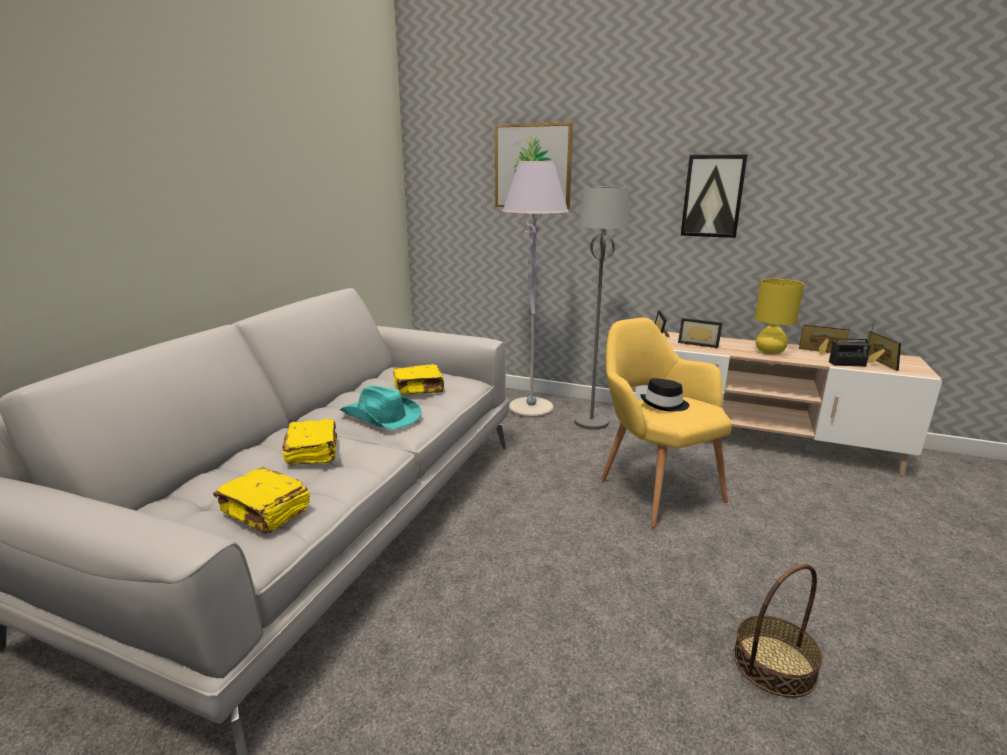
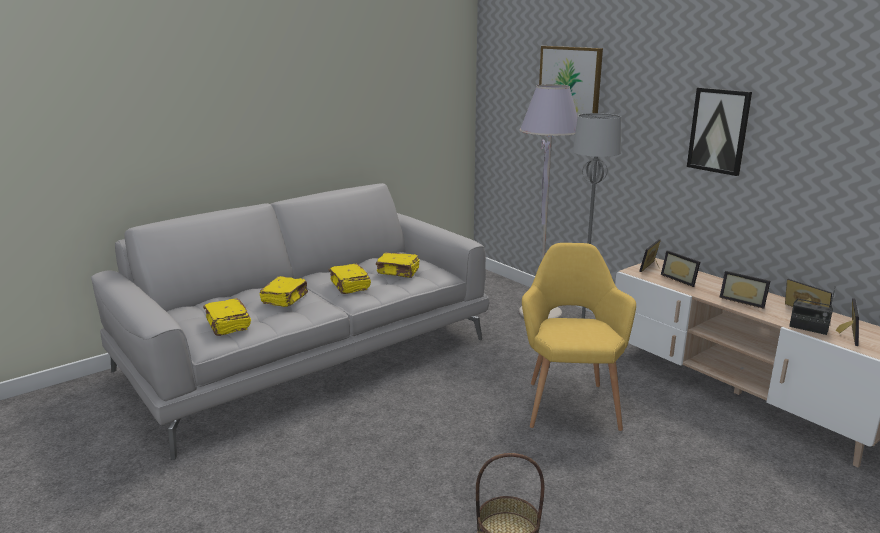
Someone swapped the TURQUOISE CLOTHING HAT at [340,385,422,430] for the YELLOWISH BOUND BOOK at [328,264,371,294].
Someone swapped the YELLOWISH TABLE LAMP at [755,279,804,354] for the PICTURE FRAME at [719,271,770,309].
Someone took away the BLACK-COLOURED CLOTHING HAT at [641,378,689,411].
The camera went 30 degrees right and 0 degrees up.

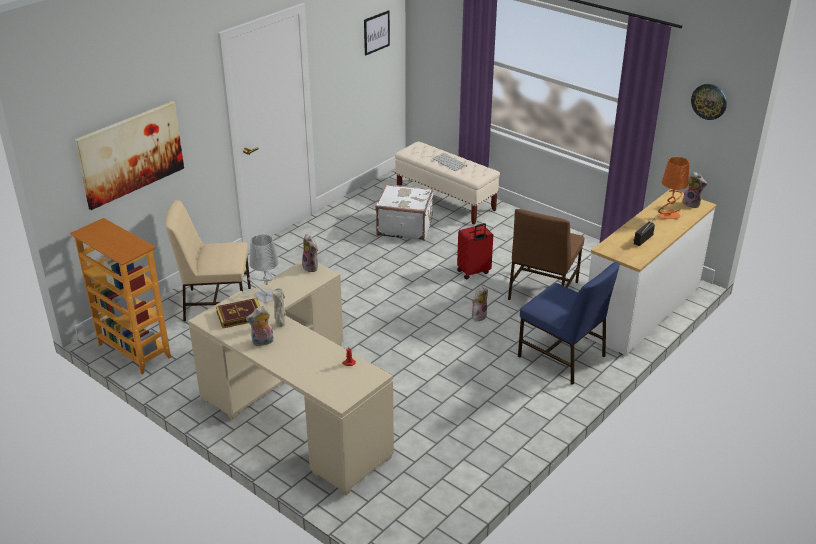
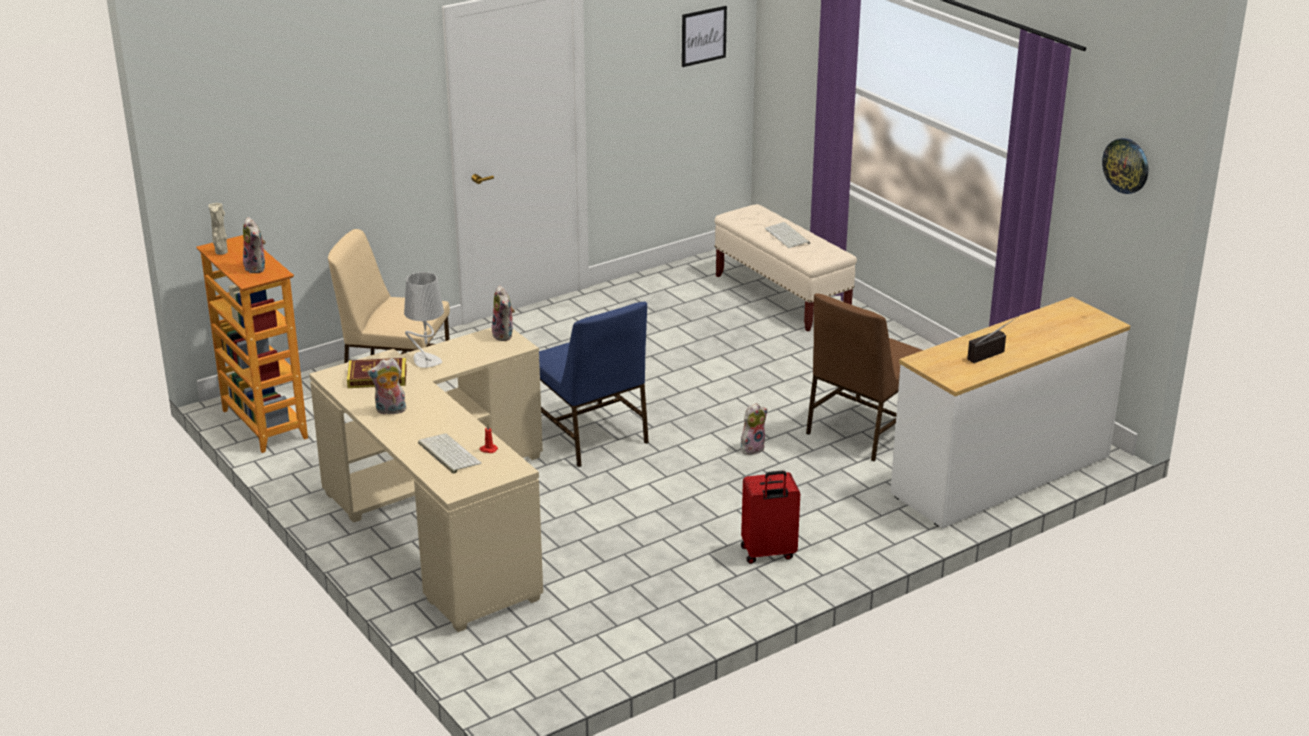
Someone carried the BEIGE FLOWER VASE from [272,288,286,327] to [208,203,228,255].
Someone carried the SOFT TOY from [682,172,707,208] to [243,217,266,273].
Someone put down the PC KEYBOARD at [418,434,482,474].
Someone carried the BLUISH PLAIN CHAIR from [518,262,620,385] to [539,302,649,467].
Someone carried the RED SUITCASE from [457,223,493,279] to [741,470,800,564].
Someone took away the WALL ART at [74,101,184,210].
Someone took away the WHITISH SUITCASE at [375,184,434,241].
Someone took away the ORANGEY TABLE LAMP at [658,157,689,219].
The camera went 15 degrees right and 5 degrees down.

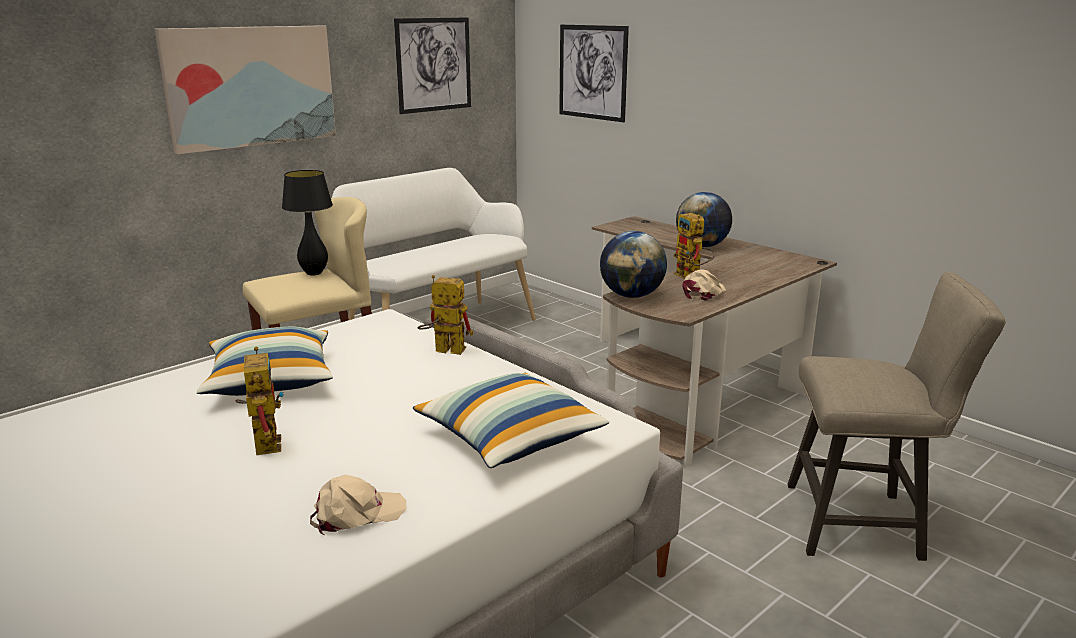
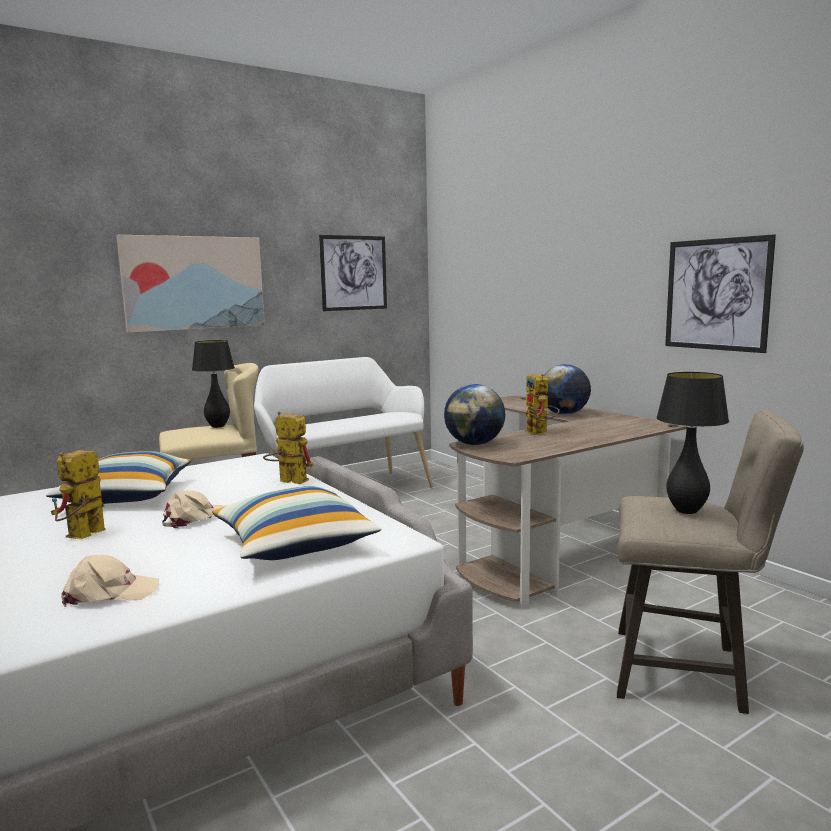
Someone rotated the MODEL ROBOT at [236,347,284,455] by 150 degrees counterclockwise.
Someone carried the BEIGE BASEBALL CAP from [682,270,726,301] to [162,490,226,528].
Someone put down the BLACK-COLOURED TABLE LAMP at [656,372,729,514].
Someone carried the WALL ART from [559,25,629,122] to [665,234,776,353].
The camera went 10 degrees right and 10 degrees down.

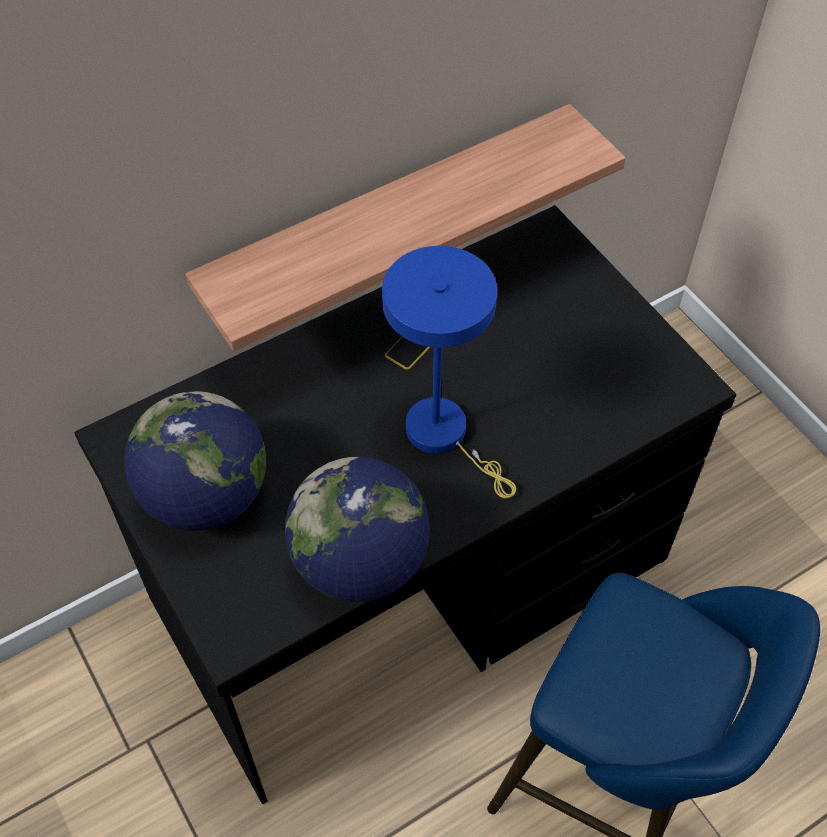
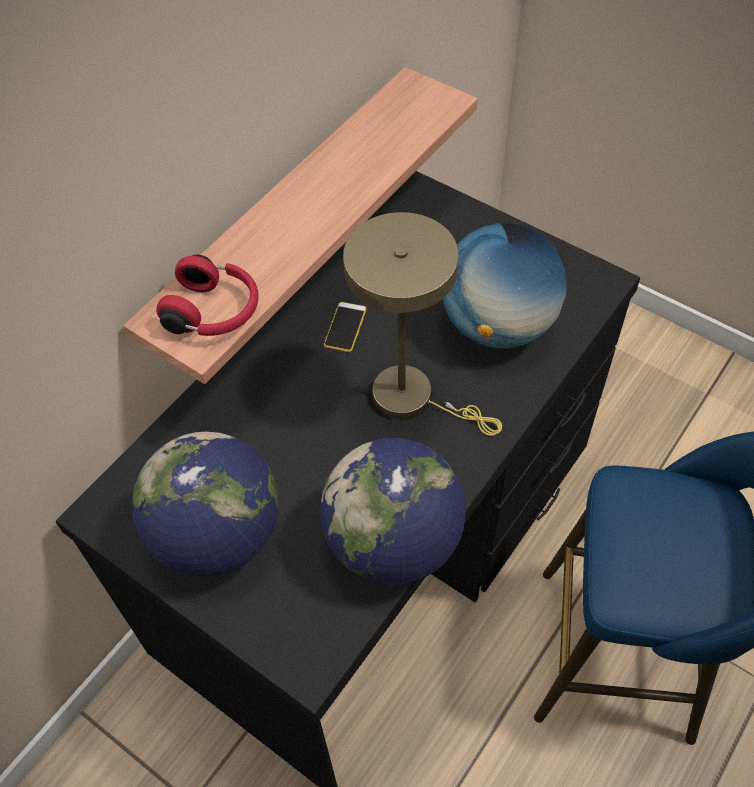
Someone put down the RED HEADPHONES at [156,254,259,336].
Someone repainted the BLUISH TABLE LAMP at [382,246,516,498], which became the BEIGE TABLE LAMP at [343,212,502,436].
Someone put down the GLOBE at [442,223,567,349].
The camera went 20 degrees left and 0 degrees up.

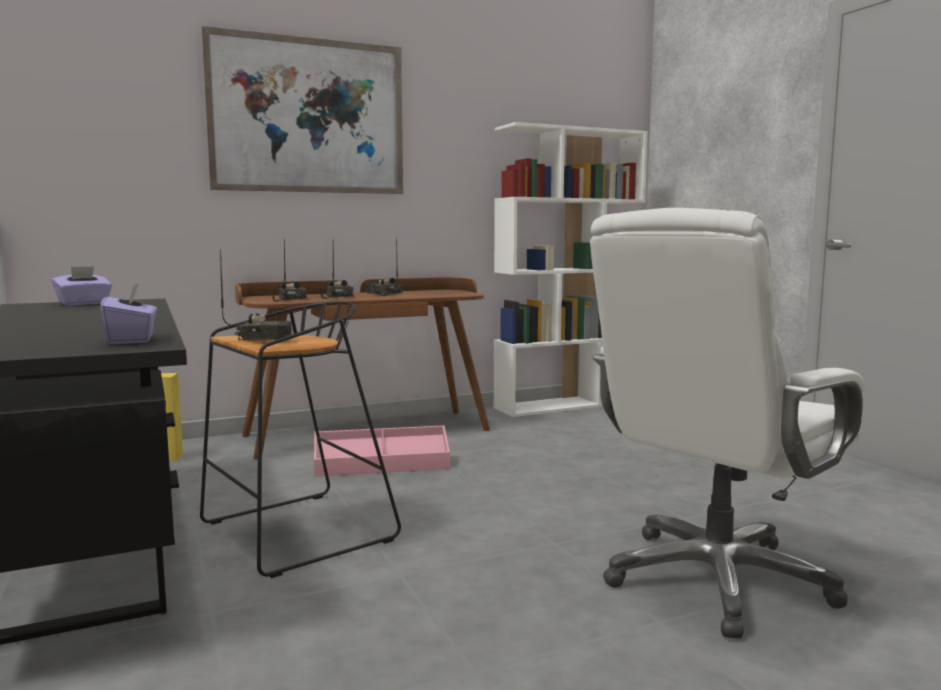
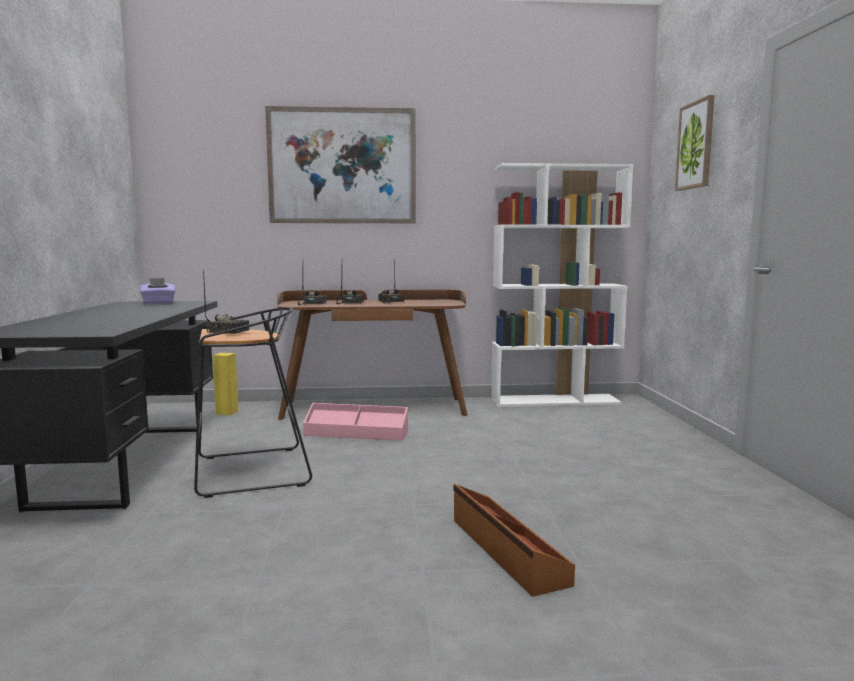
Someone swapped the WHITISH COMPUTER CHAIR at [590,208,865,639] for the BROWNISH STORAGE BIN at [454,484,575,597].
Someone put up the WALL ART at [675,95,714,191].
Someone took away the PURPLE-COLOURED BOX OF TISSUES at [101,283,157,344].
The camera went 20 degrees right and 0 degrees up.

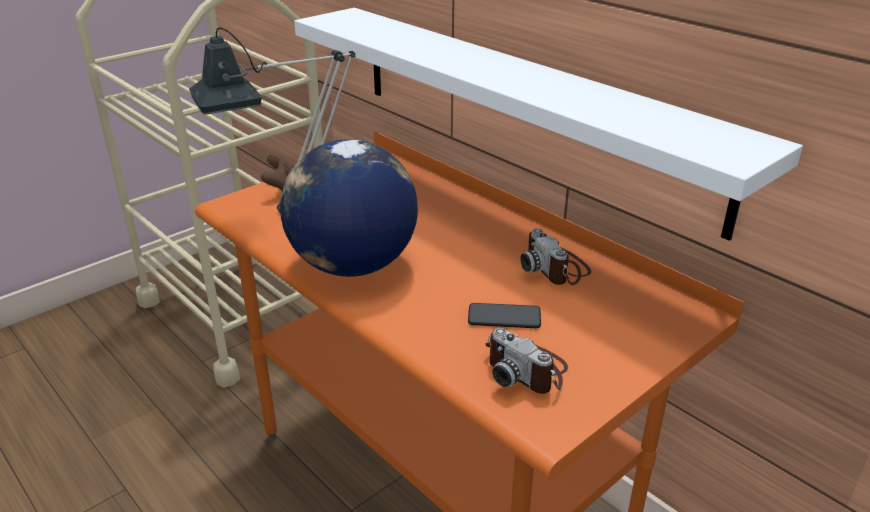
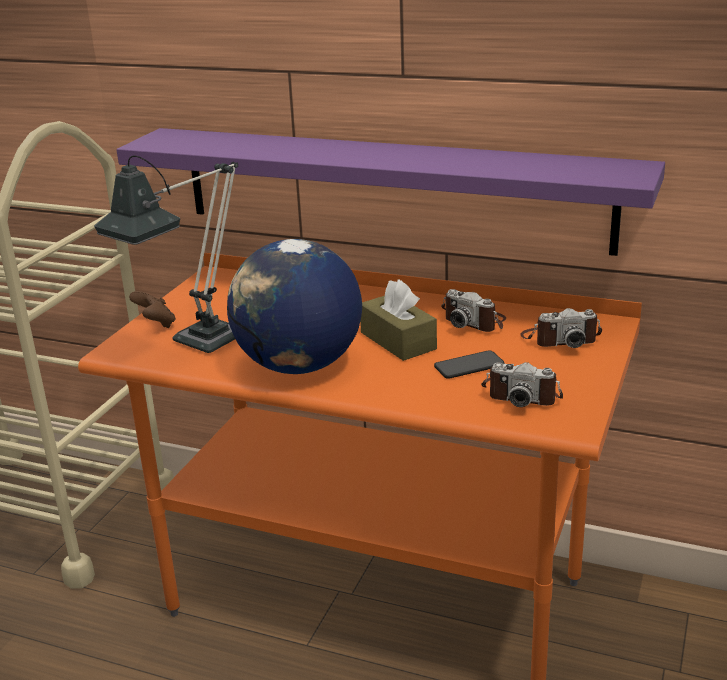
Someone repainted the WHITISH BRACKET SHELF at [294,8,803,241], which became the PURPLE-COLOURED BRACKET SHELF at [116,128,665,256].
Someone put down the BROWNISH BOX OF TISSUES at [360,279,437,361].
Someone put down the STILL CAMERA at [520,308,602,348].
The camera went 25 degrees left and 5 degrees down.

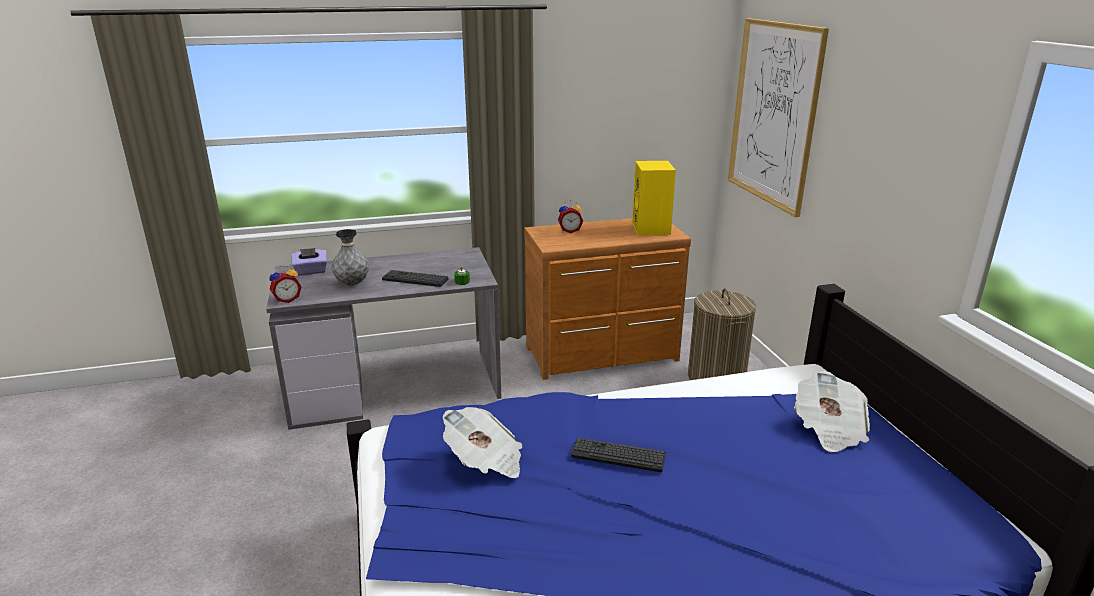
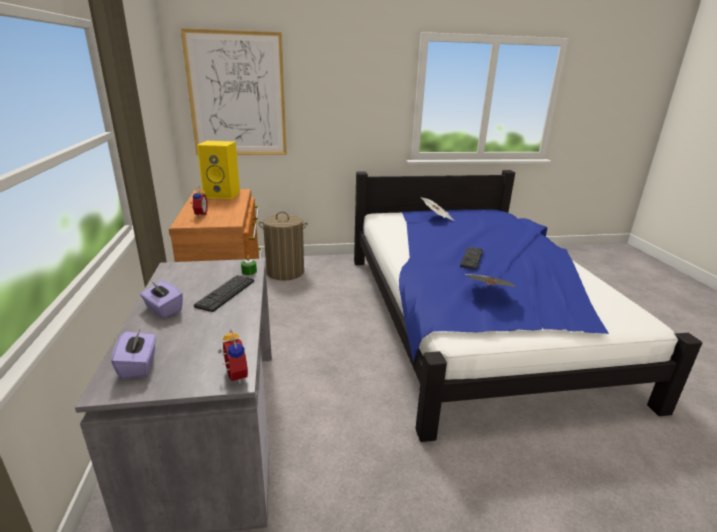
Someone put down the PURPLE-COLOURED BOX OF TISSUES at [140,281,183,318].
Someone took away the GREY FLOWER VASE at [331,229,369,285].
The camera went 85 degrees left and 0 degrees up.

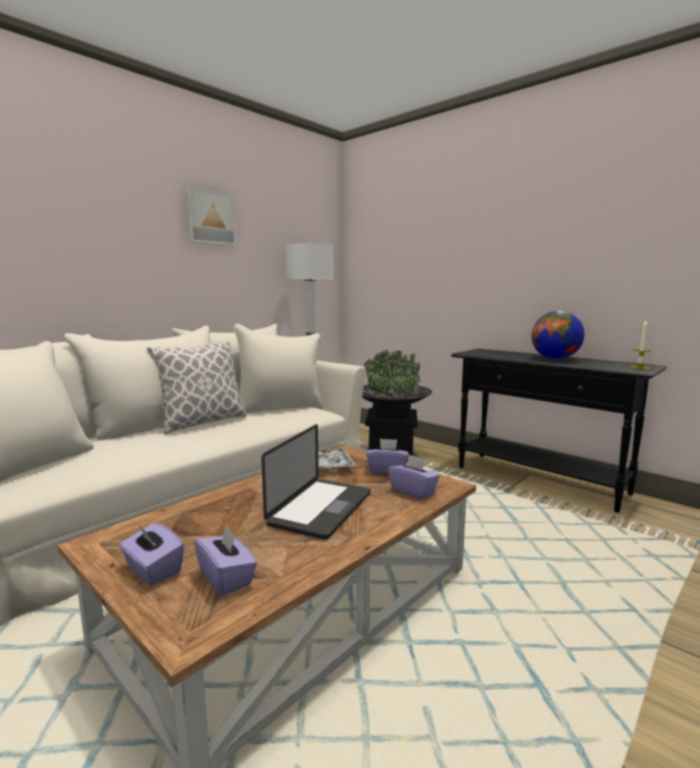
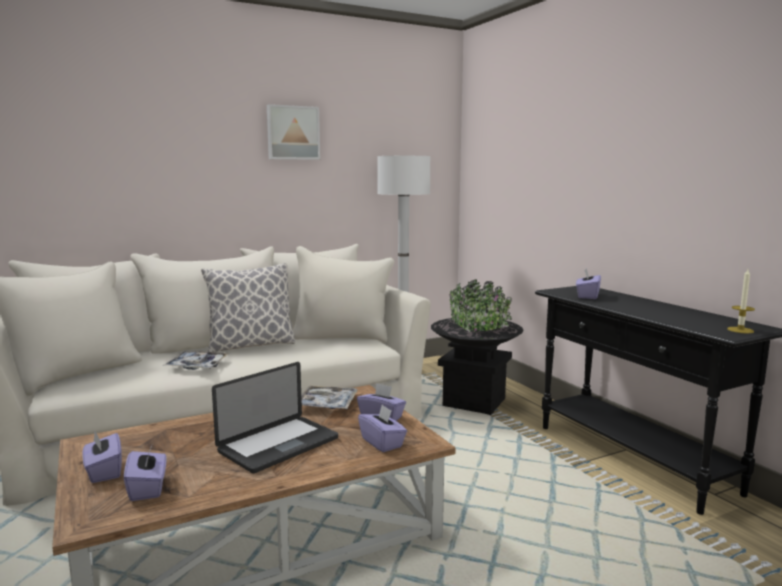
Someone put down the SERVING TRAY at [163,351,229,370].
Someone put down the PURPLE-COLOURED BOX OF TISSUES at [576,268,601,299].
Someone took away the GLOBE at [532,311,584,359].
The camera went 20 degrees right and 0 degrees up.

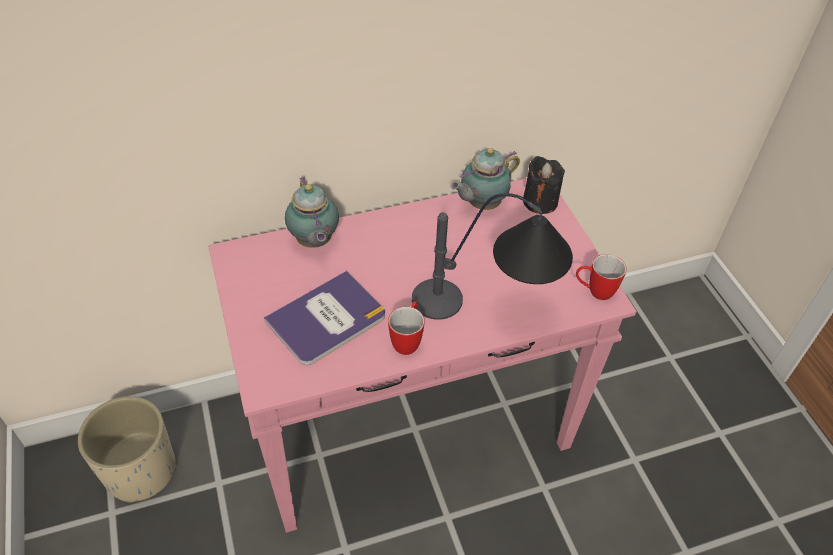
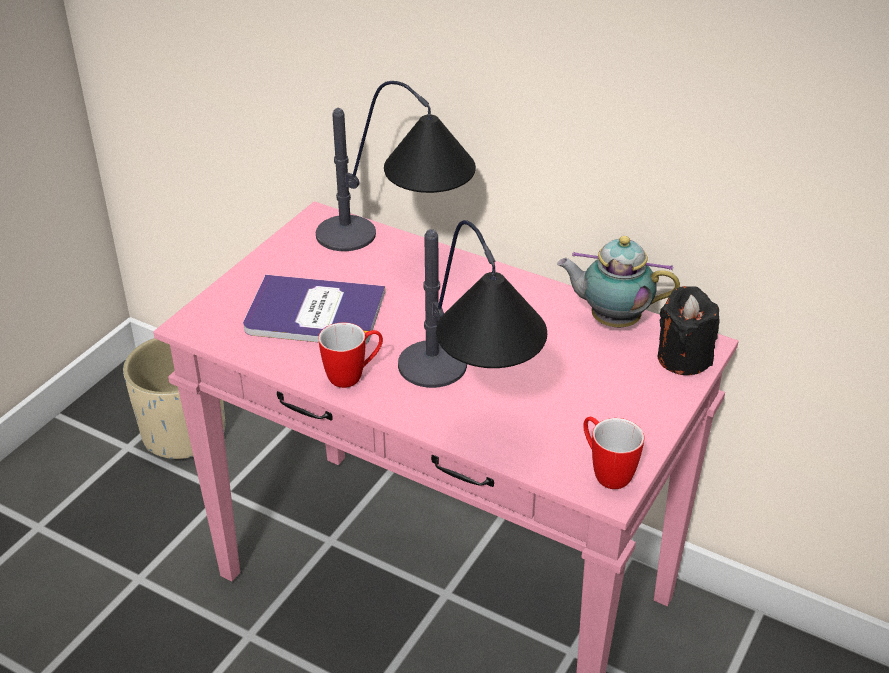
Someone swapped the POT FOR TEA at [285,177,339,248] for the TABLE LAMP at [316,81,476,251].
The camera went 50 degrees right and 10 degrees down.

